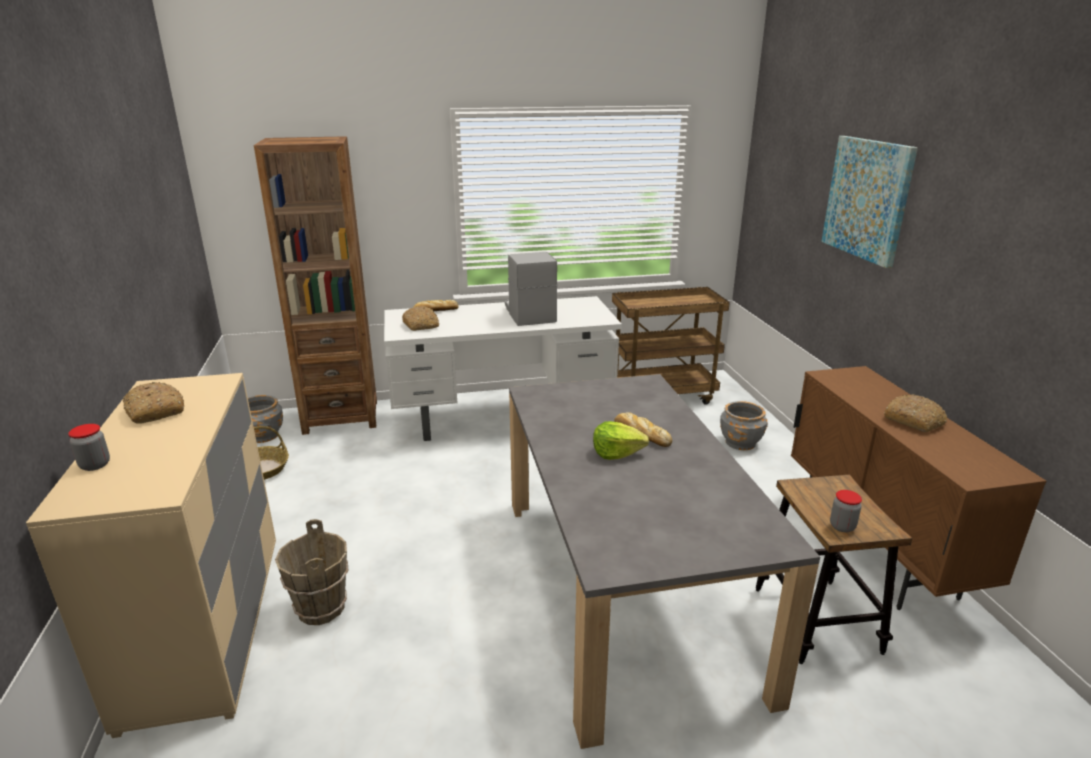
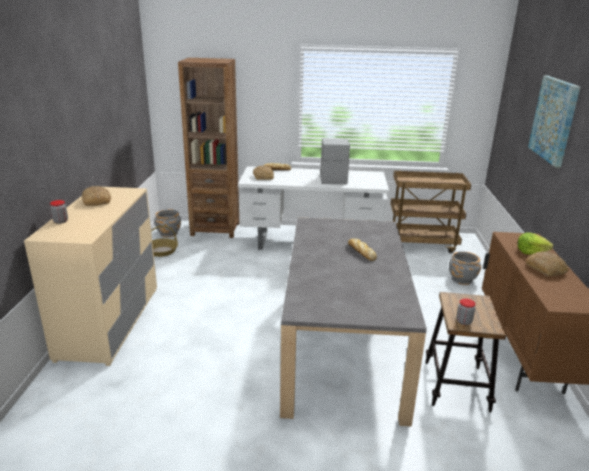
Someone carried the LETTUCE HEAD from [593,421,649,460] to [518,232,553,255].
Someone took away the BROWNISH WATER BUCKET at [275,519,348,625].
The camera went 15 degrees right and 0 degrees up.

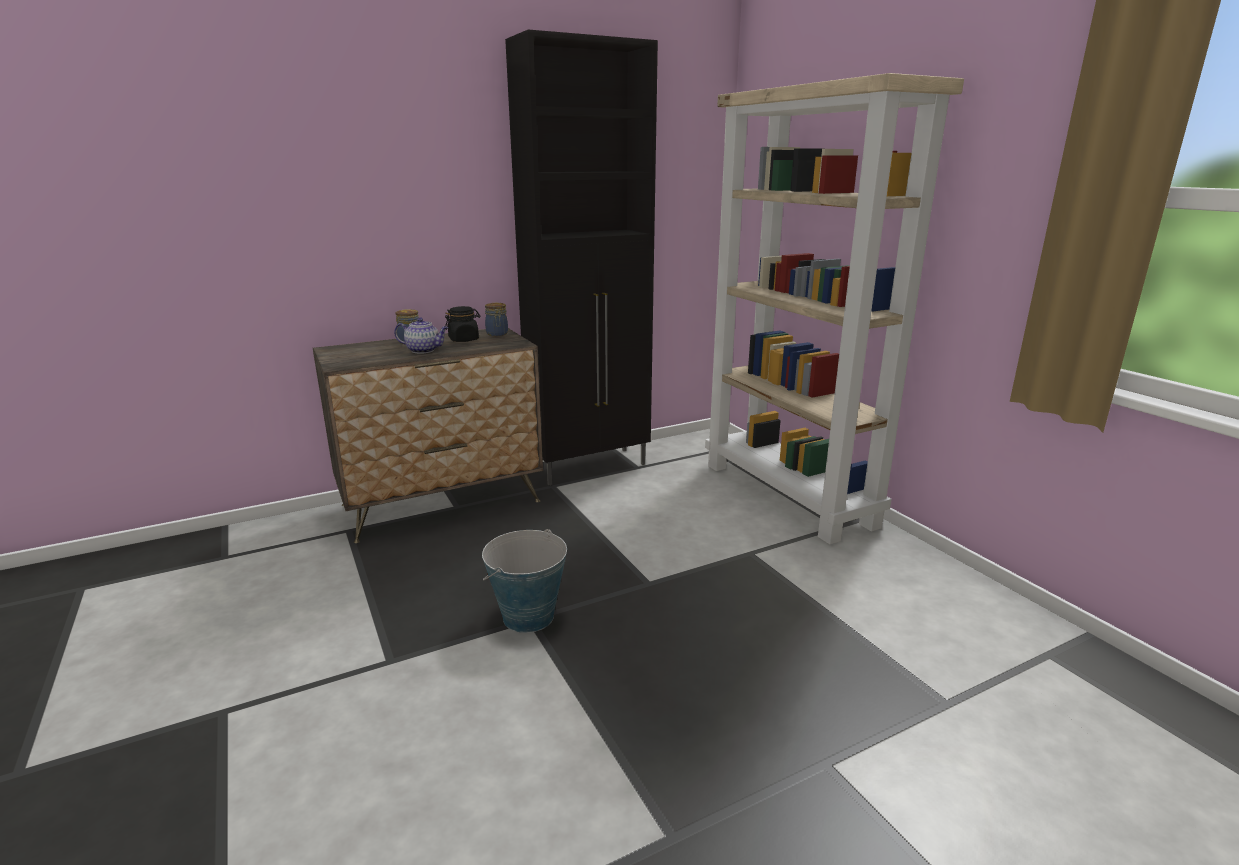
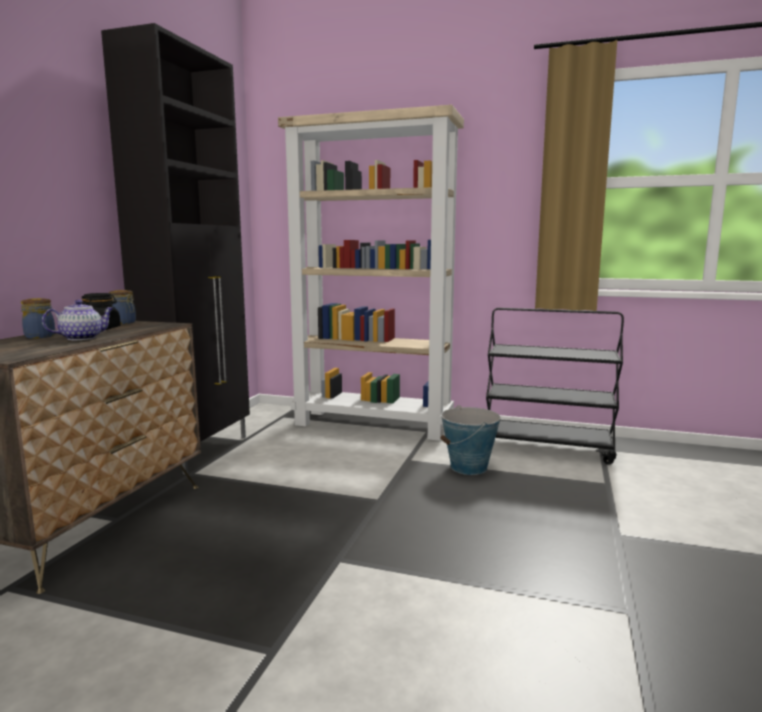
Someone carried the WATER BUCKET from [482,529,567,633] to [441,405,501,475].
Someone put down the BLACK-COLOURED TROLLEY at [486,308,624,465].
The camera went 45 degrees left and 10 degrees down.

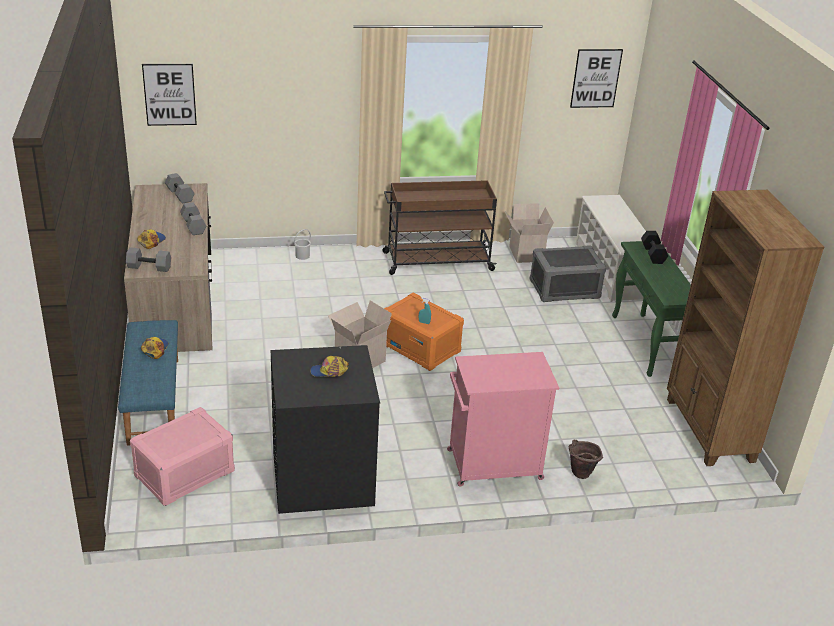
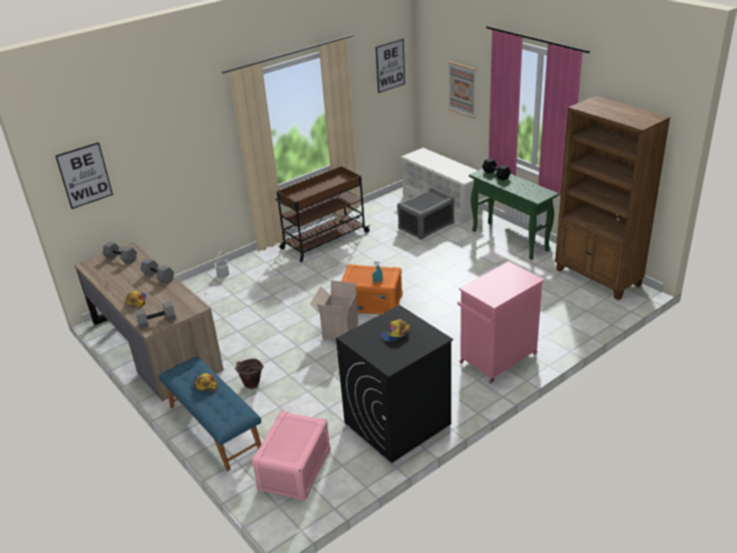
Someone carried the BROWNISH WATER BUCKET from [569,439,603,479] to [235,359,264,389].
Someone put up the WALL ART at [448,61,476,118].
Someone took away the CARDBOARD BOX at [505,203,554,263].
The camera went 25 degrees left and 0 degrees up.

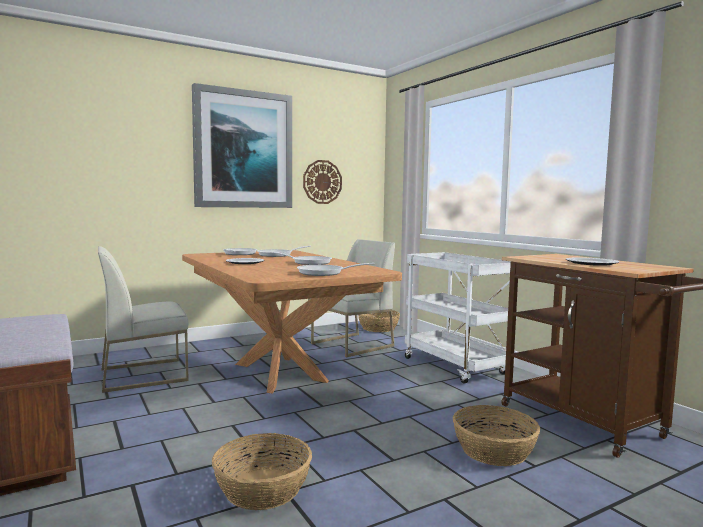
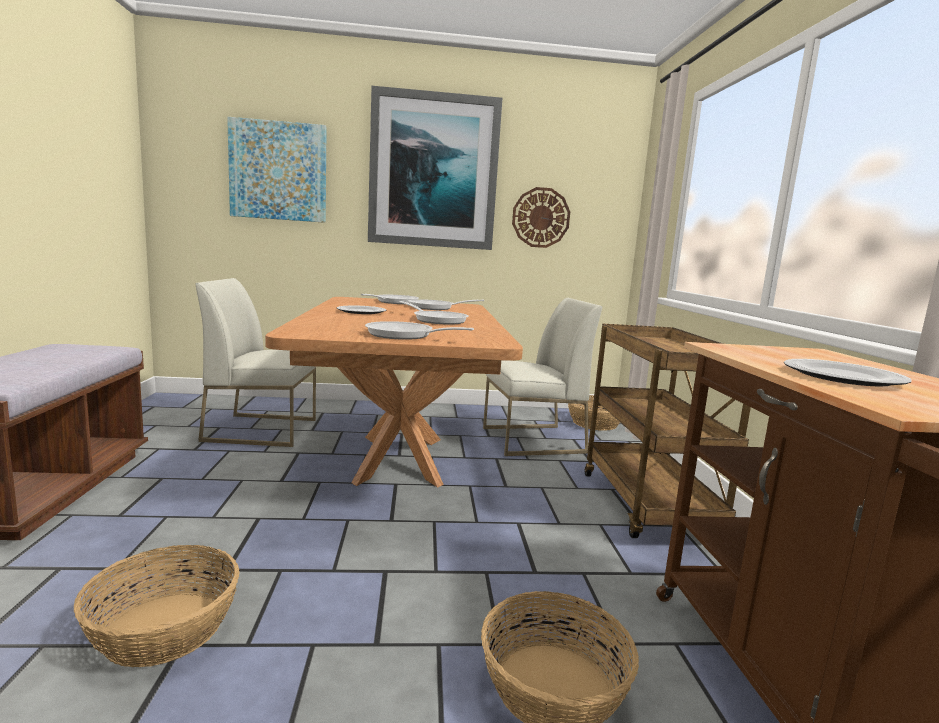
Someone put up the WALL ART at [227,117,327,223].
Someone repainted the WHITISH TROLLEY at [405,252,517,383], which became the BROWNISH TROLLEY at [585,324,751,538].
The camera went 25 degrees right and 5 degrees up.

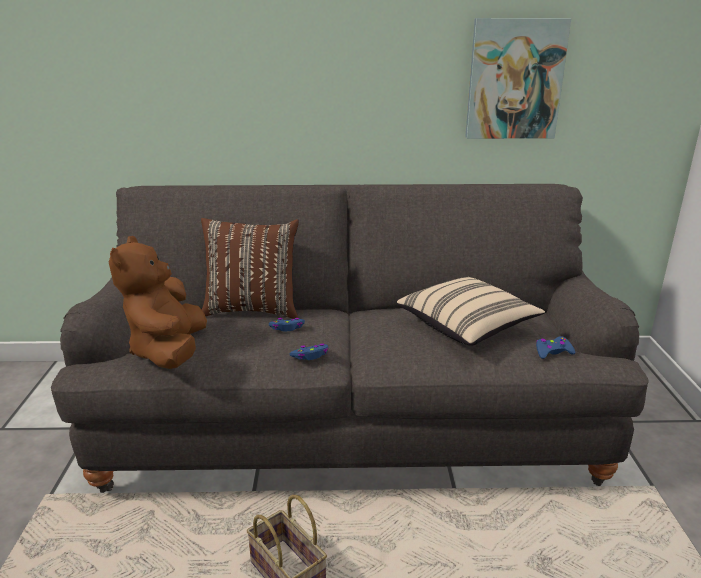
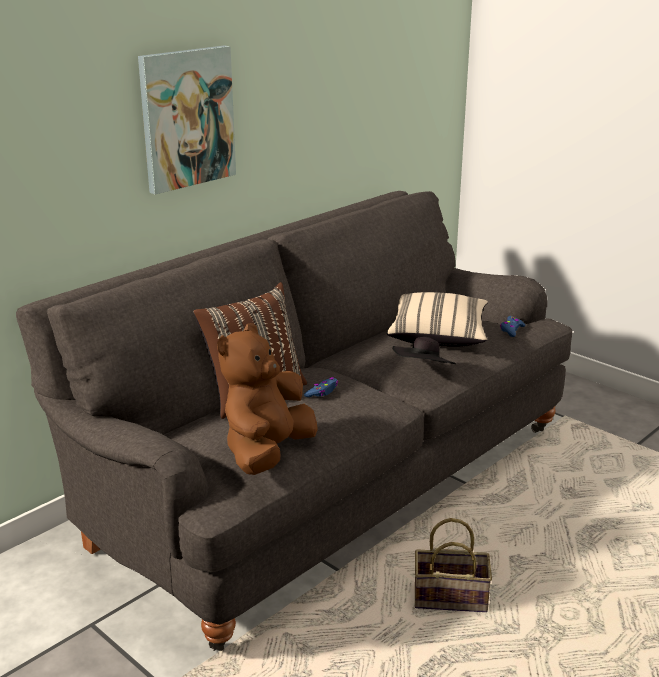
Someone carried the WALL ART from [465,18,571,139] to [138,45,236,195].
Someone rotated the BROWNISH SOFT TOY at [109,236,207,369] by 75 degrees clockwise.
Someone put down the BLACK-COLOURED CLOTHING HAT at [392,337,456,364].
Someone took away the BLUISH GAMEPAD at [289,343,329,360].
The camera went 45 degrees left and 0 degrees up.

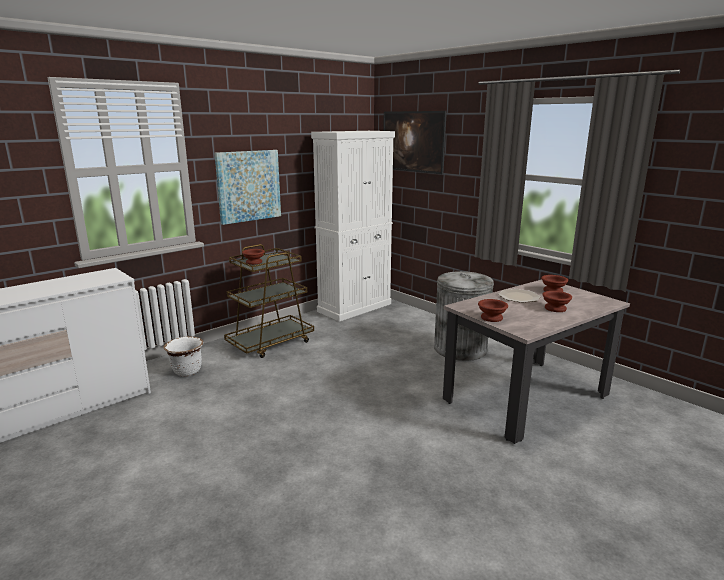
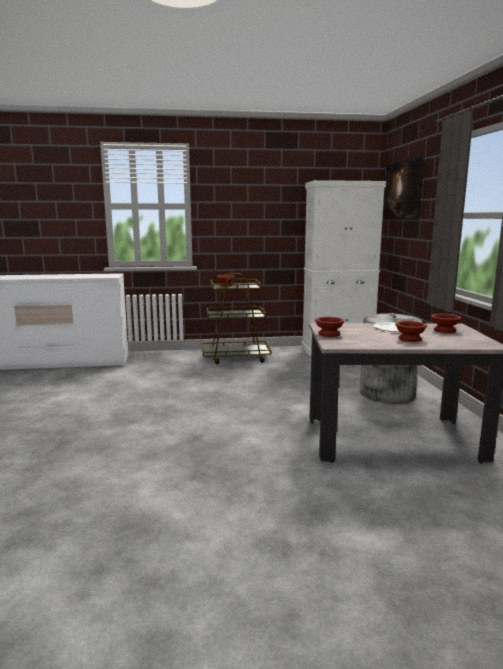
Someone took away the WHITISH PLANT POT at [163,337,203,377].
Someone took away the WALL ART at [214,150,281,225].
The camera went 35 degrees right and 5 degrees down.

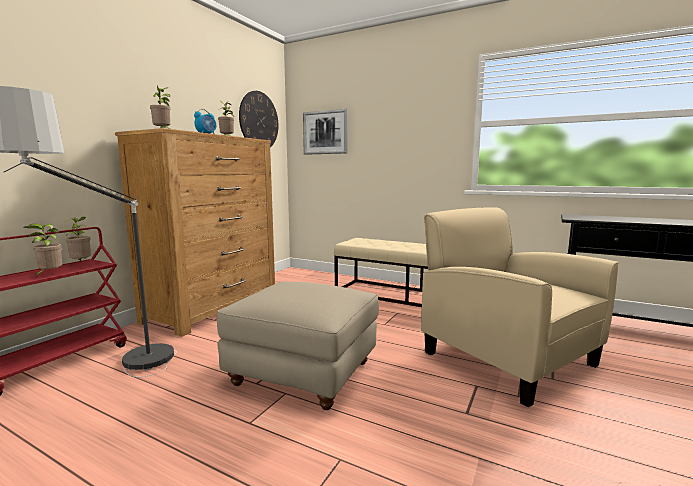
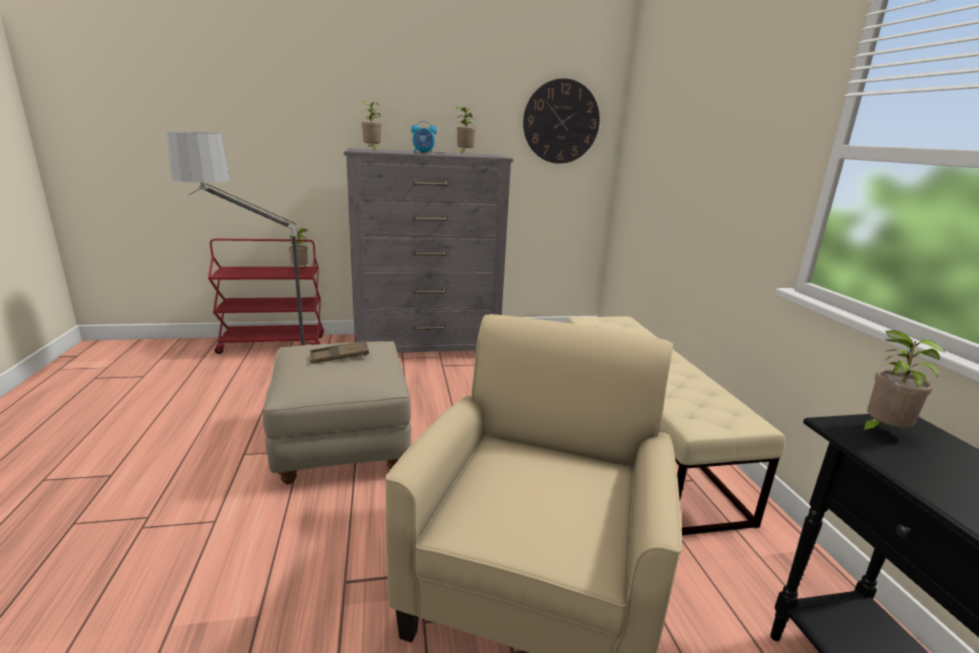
Someone put down the BROWNISH SERVING TRAY at [310,341,369,364].
Someone repainted the BROWNISH CHEST OF DRAWERS at [115,128,275,337], which became the GREY CHEST OF DRAWERS at [344,148,513,353].
Someone carried the HOUSEPLANT from [23,223,62,276] to [859,330,945,432].
Someone took away the WALL ART at [303,109,348,155].
The camera went 50 degrees right and 10 degrees up.

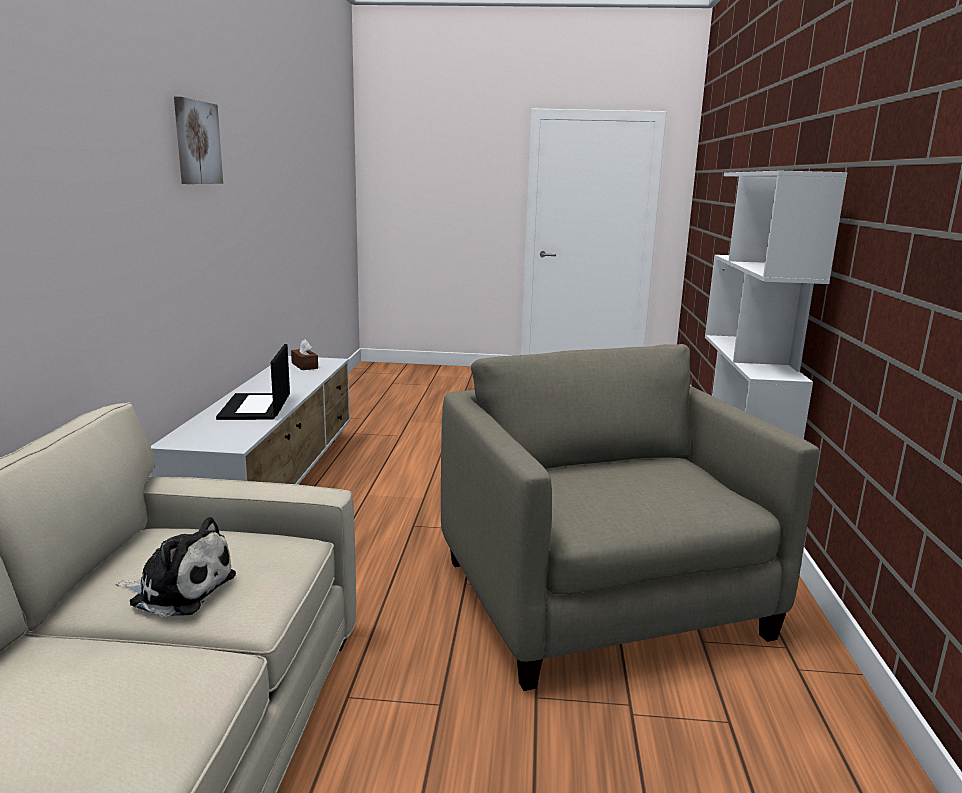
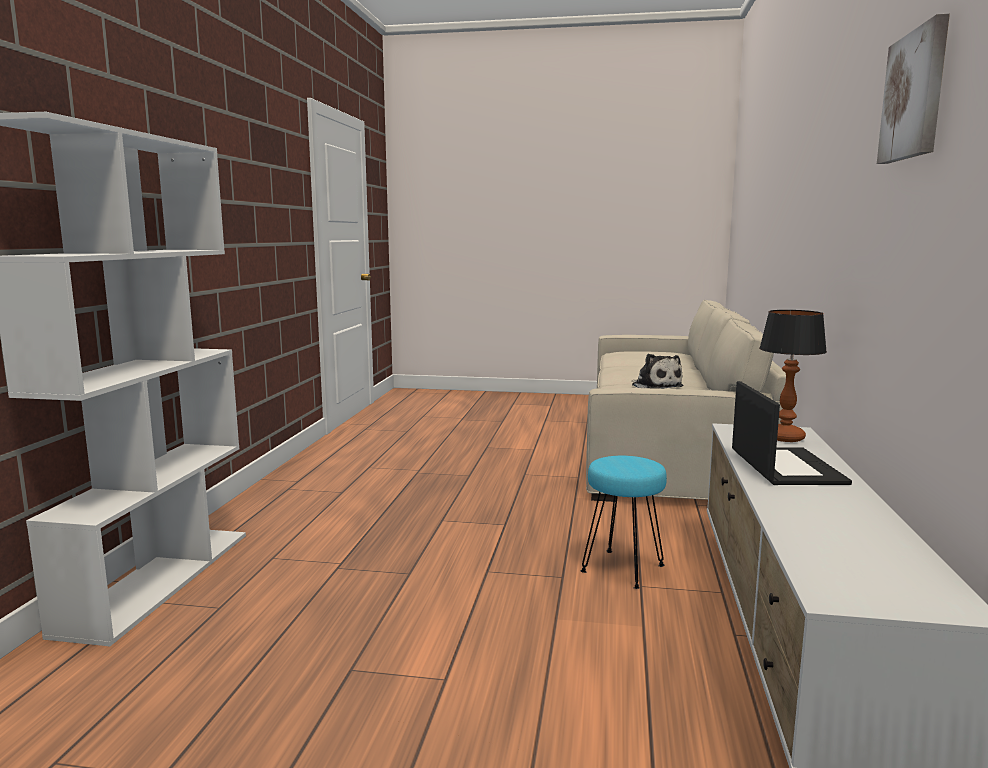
Someone put down the TURQUOISE SITTING STOOL at [580,456,667,589].
Someone rotated the SOFT TOY at [116,517,236,616] by 135 degrees counterclockwise.
Someone put down the TABLE LAMP at [759,310,827,442].
Someone took away the BROWNISH BOX OF TISSUES at [291,340,318,370].
Someone took away the BEIGE LOUNGE CHAIR at [441,344,819,691].
The camera went 175 degrees left and 5 degrees down.

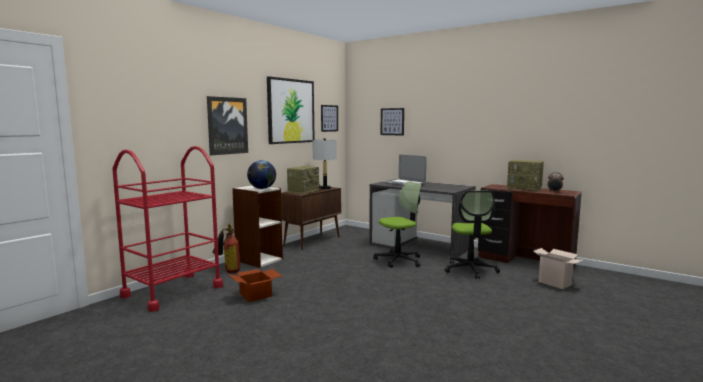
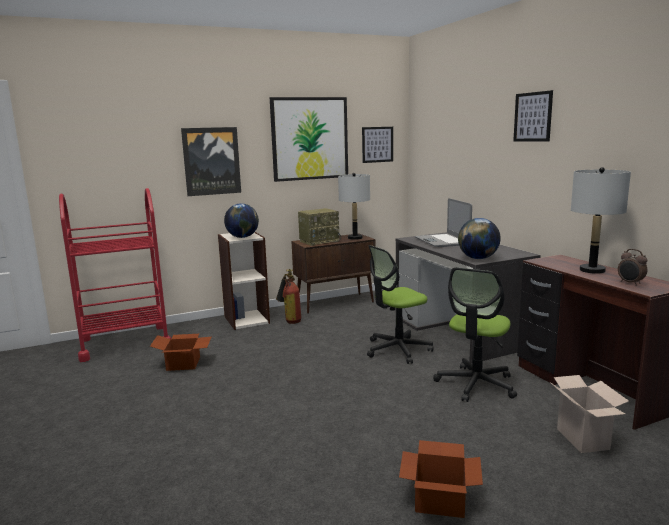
Someone carried the FIRE-FIGHTING CYLINDER from [212,223,240,273] to [276,269,301,324].
Someone rotated the COMPUTER CHAIR at [373,181,421,268] by 150 degrees clockwise.
Someone put down the CARDBOARD BOX at [399,440,483,518].
Someone put down the GLOBE at [458,218,501,259].
Someone carried the WALL ART from [381,108,404,136] to [513,90,553,142].
Someone swapped the RADIO RECEIVER at [507,160,544,192] for the GREY TABLE LAMP at [571,167,631,274].
The camera went 30 degrees right and 5 degrees up.

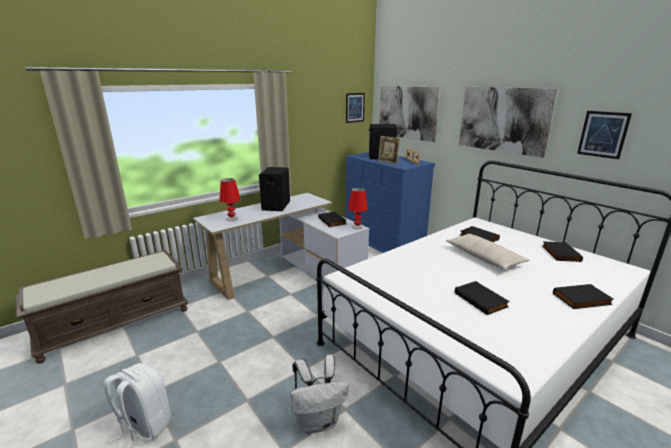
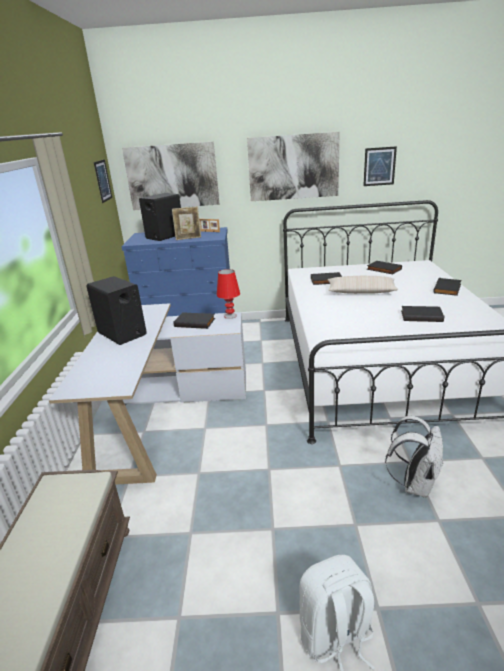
Someone took away the RED TABLE LAMP at [219,178,240,221].
The camera went 50 degrees left and 5 degrees up.

